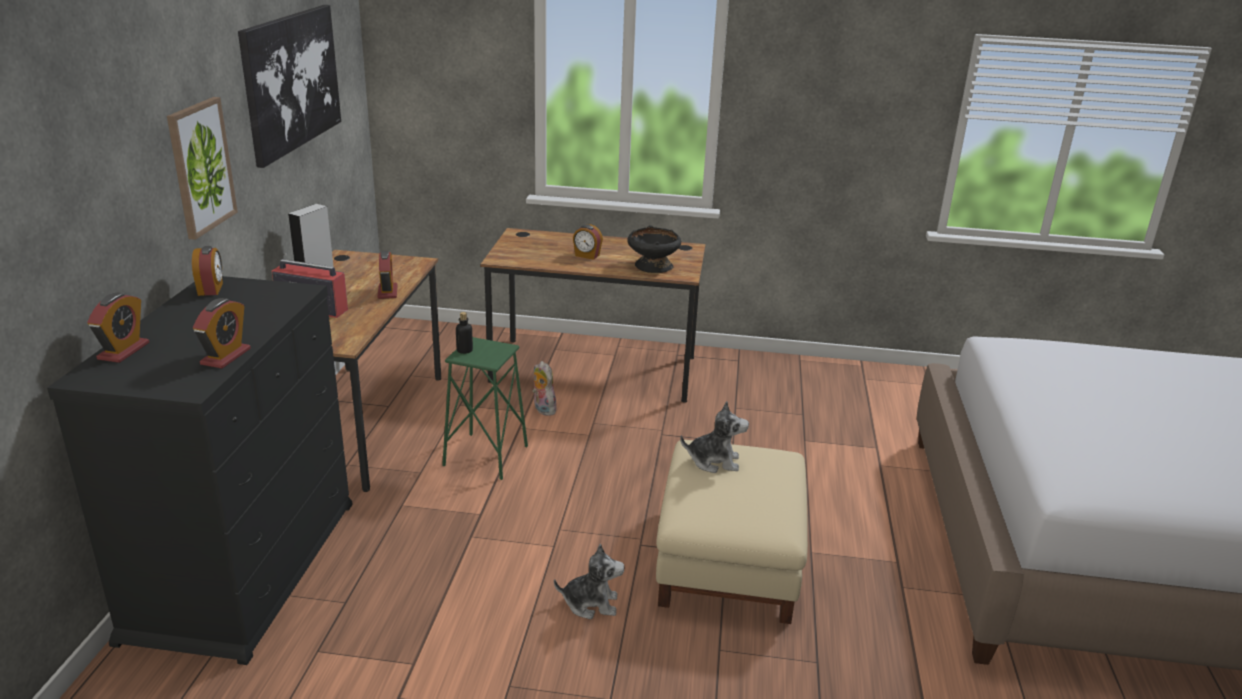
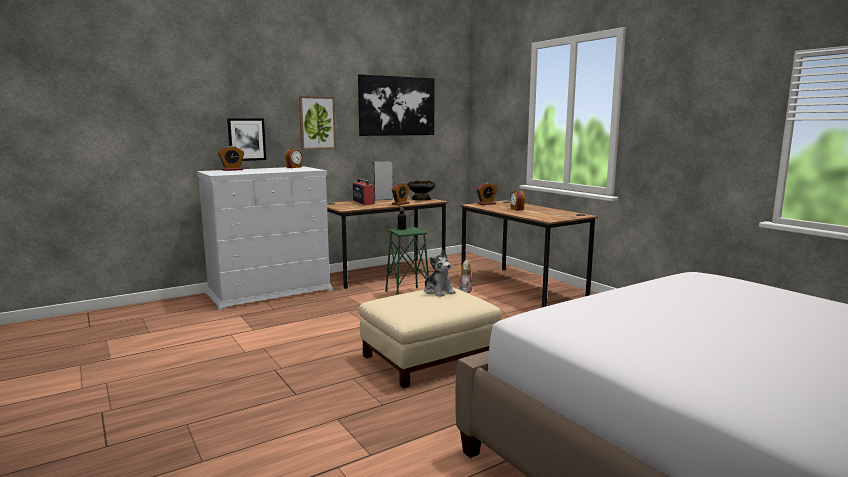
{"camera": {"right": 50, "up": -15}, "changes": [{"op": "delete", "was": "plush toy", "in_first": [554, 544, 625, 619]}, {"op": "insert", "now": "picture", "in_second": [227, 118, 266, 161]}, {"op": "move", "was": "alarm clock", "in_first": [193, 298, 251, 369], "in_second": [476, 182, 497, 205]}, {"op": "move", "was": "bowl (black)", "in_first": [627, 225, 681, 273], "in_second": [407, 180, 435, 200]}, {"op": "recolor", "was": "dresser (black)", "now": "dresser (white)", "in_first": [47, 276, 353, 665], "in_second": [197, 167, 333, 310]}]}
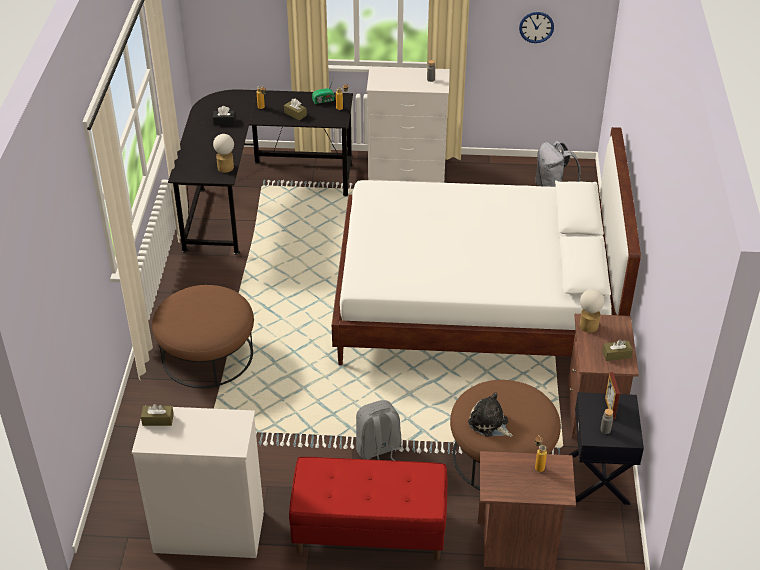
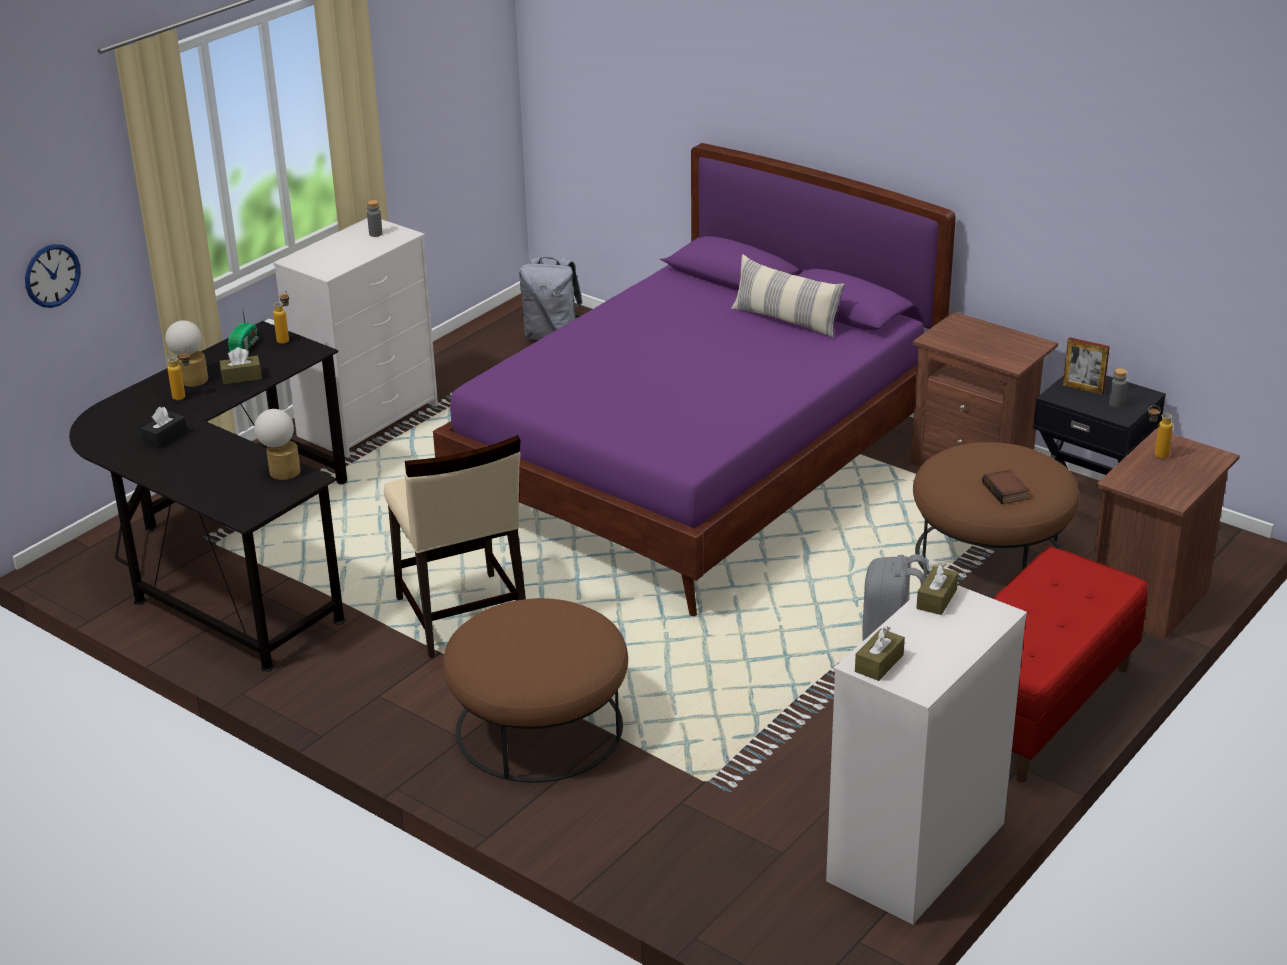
{"camera": {"right": -55, "up": -10}, "changes": [{"op": "insert", "now": "chair (beige)", "in_second": [384, 435, 526, 658]}, {"op": "insert", "now": "pillow", "in_second": [731, 254, 845, 338]}, {"op": "move", "was": "wall clock", "in_first": [519, 12, 554, 43], "in_second": [25, 244, 81, 308]}, {"op": "move", "was": "table lamp", "in_first": [579, 289, 604, 333], "in_second": [165, 320, 208, 387]}, {"op": "move", "was": "tissue box (brown)", "in_first": [602, 340, 633, 361], "in_second": [916, 563, 958, 615]}, {"op": "replace", "was": "plush toy", "now": "book", "in_first": [468, 392, 513, 437], "in_second": [982, 470, 1030, 504]}, {"op": "recolor", "was": "bed (white)", "now": "bed (purple)", "in_first": [332, 127, 641, 365], "in_second": [433, 143, 956, 616]}]}
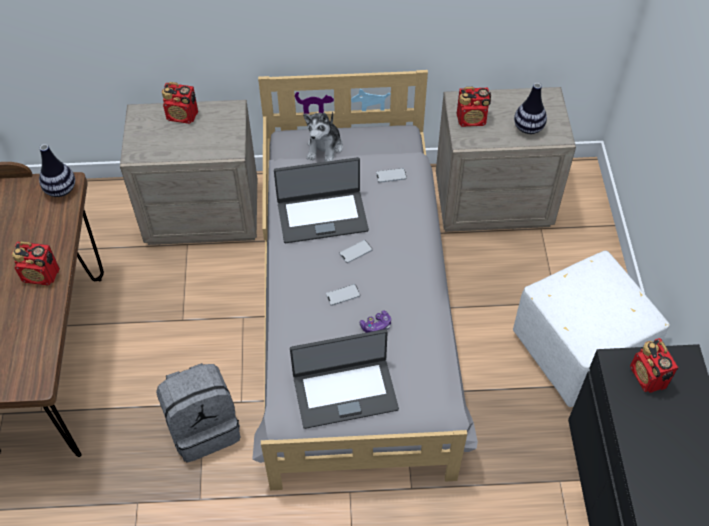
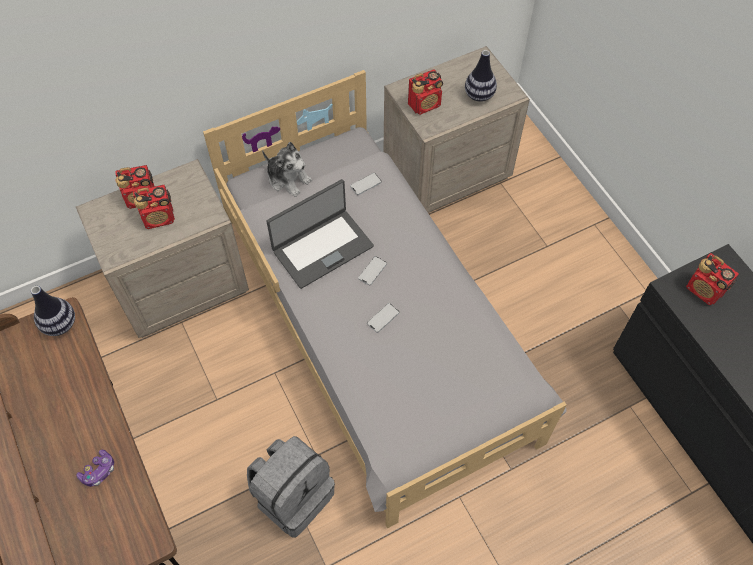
{"camera": {"right": -25, "up": 5}, "changes": [{"op": "delete", "was": "laptop", "in_first": [290, 329, 399, 429]}, {"op": "delete", "was": "ottoman (white)", "in_first": [513, 250, 670, 407]}, {"op": "move", "was": "radio", "in_first": [12, 241, 60, 286], "in_second": [133, 185, 175, 229]}, {"op": "move", "was": "game controller", "in_first": [360, 311, 391, 333], "in_second": [76, 450, 114, 487]}, {"op": "rotate", "was": "plush toy", "in_first": [303, 111, 343, 162], "in_second": [262, 142, 312, 197], "clockwise": -45}]}
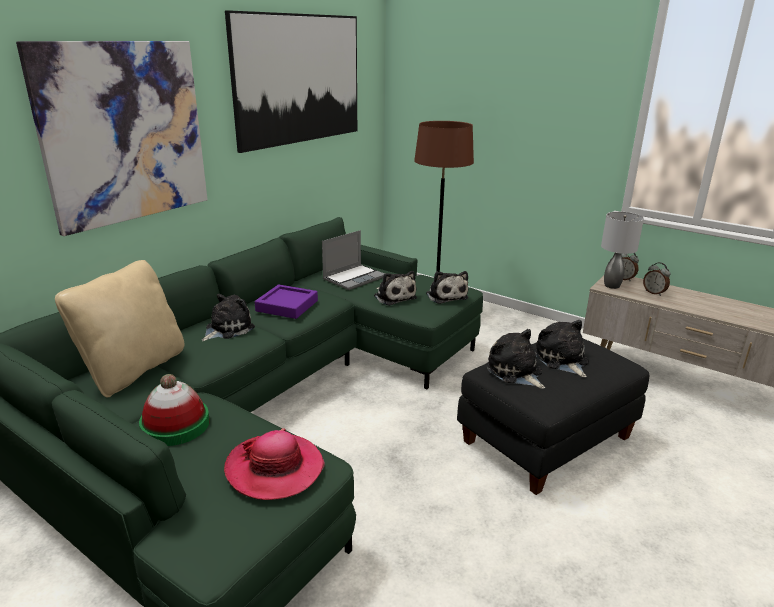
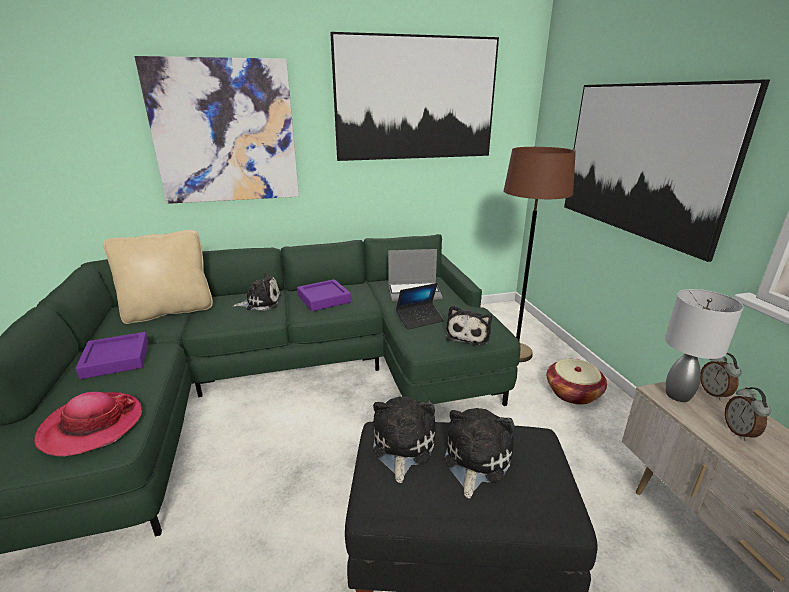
{"camera": {"right": 40, "up": 0}, "changes": [{"op": "insert", "now": "basket", "in_second": [547, 359, 607, 405]}, {"op": "insert", "now": "picture", "in_second": [564, 79, 770, 262]}, {"op": "replace", "was": "hat", "now": "tray (purple)", "in_first": [139, 374, 210, 446], "in_second": [75, 332, 148, 379]}, {"op": "replace", "was": "plush toy", "now": "laptop", "in_first": [374, 271, 417, 306], "in_second": [396, 283, 444, 330]}]}
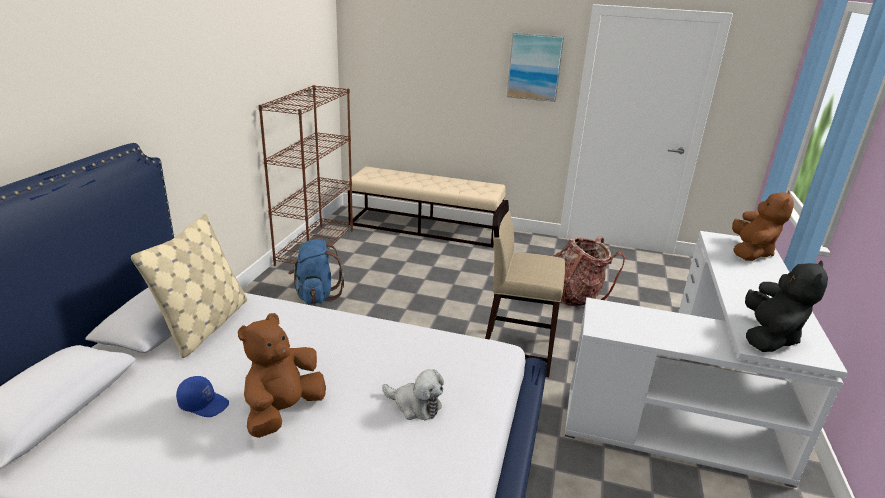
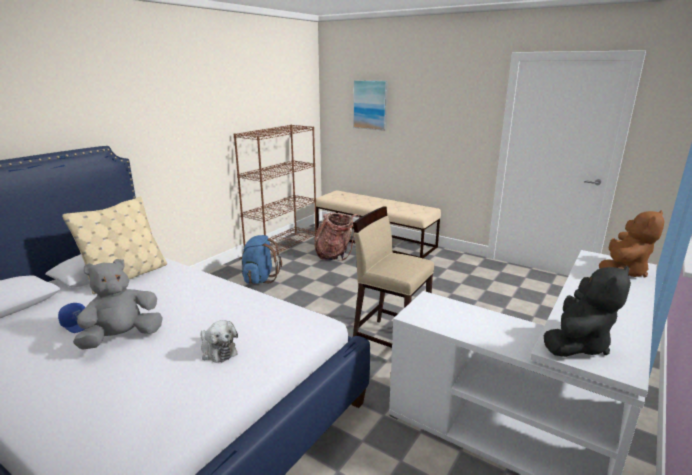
{"camera": {"right": 20, "up": -5}, "changes": [{"op": "move", "was": "picture", "in_first": [507, 32, 564, 102], "in_second": [353, 80, 388, 131]}, {"op": "move", "was": "backpack", "in_first": [554, 236, 625, 307], "in_second": [314, 213, 360, 261]}, {"op": "recolor", "was": "plush toy (brown)", "now": "plush toy (grey)", "in_first": [238, 313, 326, 438], "in_second": [73, 259, 163, 350]}]}
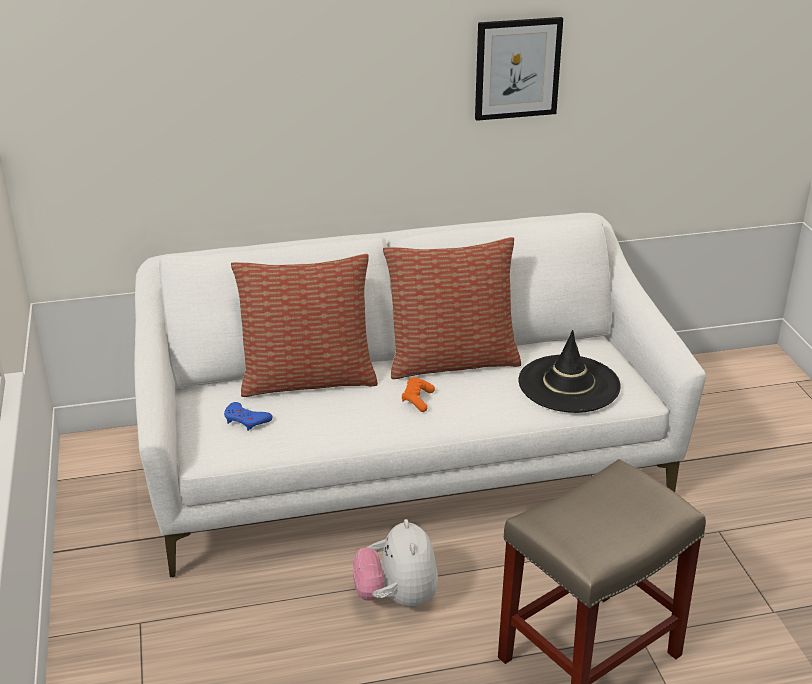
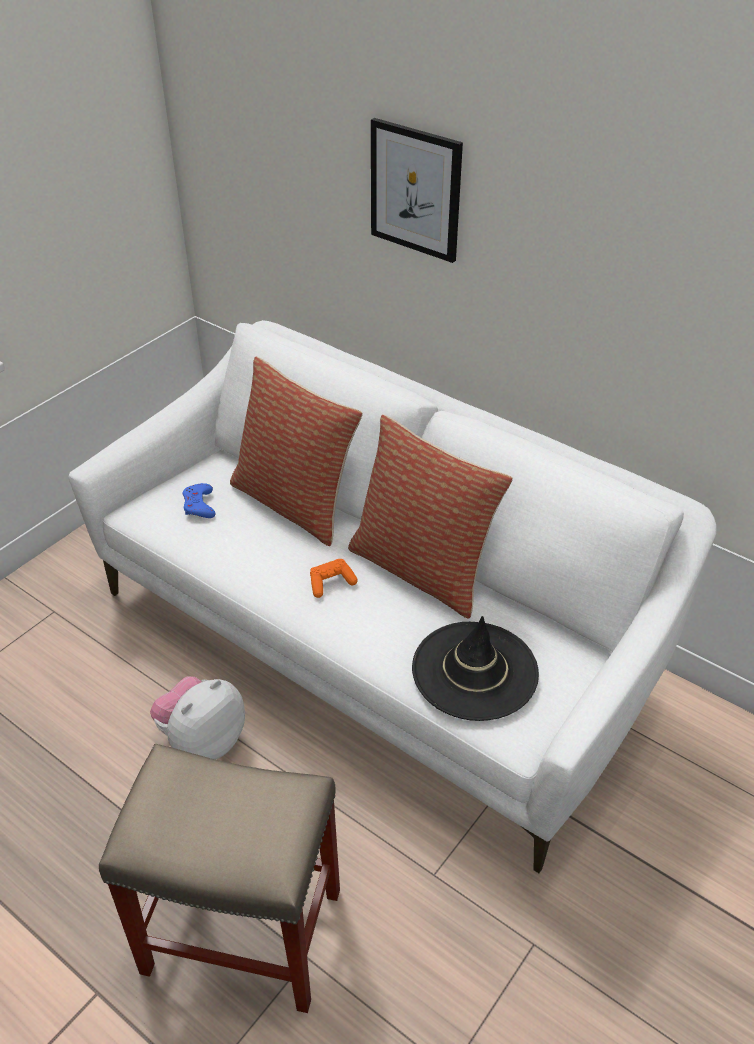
{"camera": {"right": 50, "up": 10}, "changes": [{"op": "move", "was": "picture", "in_first": [475, 17, 563, 121], "in_second": [371, 118, 463, 263]}]}
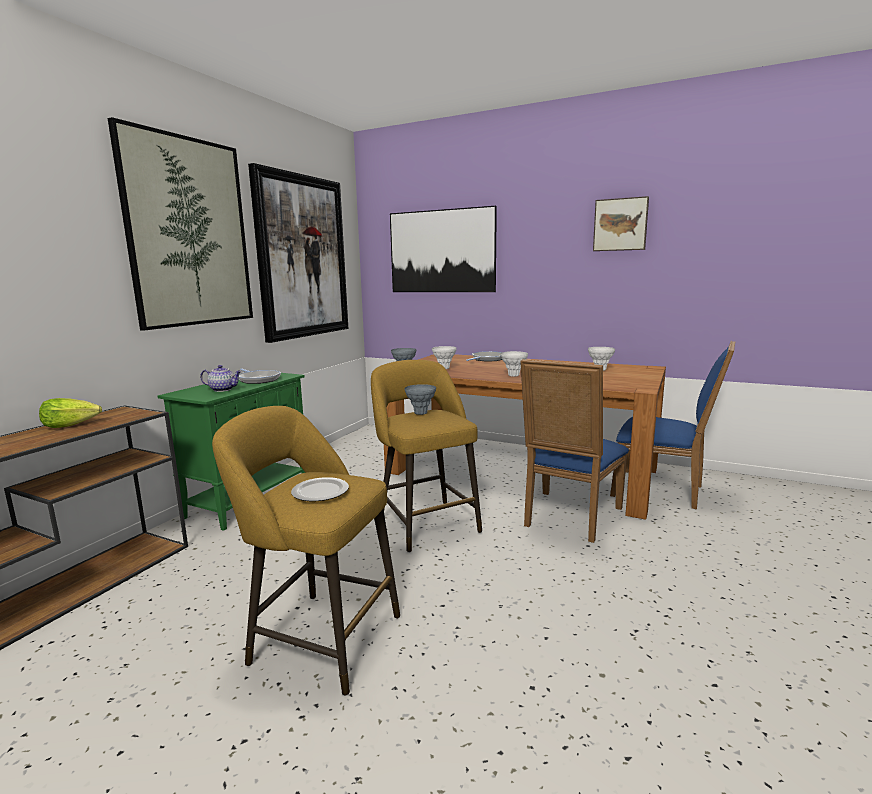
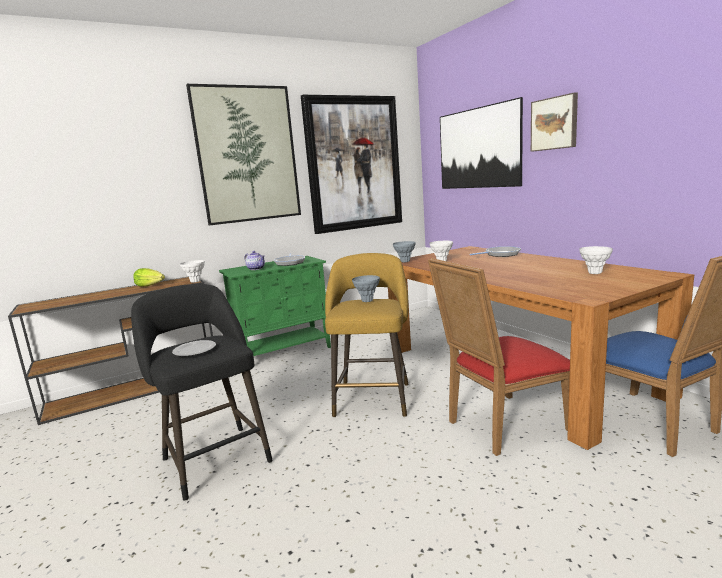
{"camera": {"right": 35, "up": 0}, "changes": [{"op": "move", "was": "vase (white)", "in_first": [501, 351, 528, 377], "in_second": [180, 260, 205, 283]}, {"op": "move", "was": "picture", "in_first": [593, 196, 649, 251], "in_second": [531, 93, 578, 152]}, {"op": "recolor", "was": "stool (yellow)", "now": "stool (black)", "in_first": [212, 406, 400, 696], "in_second": [131, 284, 273, 501]}, {"op": "recolor", "was": "chair (blue)", "now": "chair (red)", "in_first": [520, 359, 629, 543], "in_second": [428, 258, 570, 456]}]}
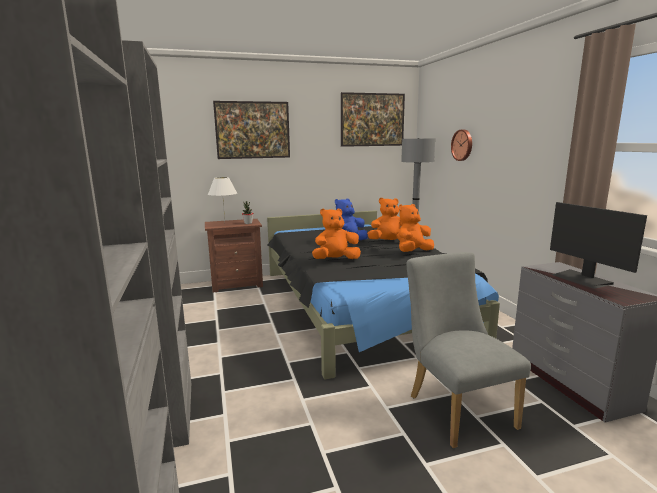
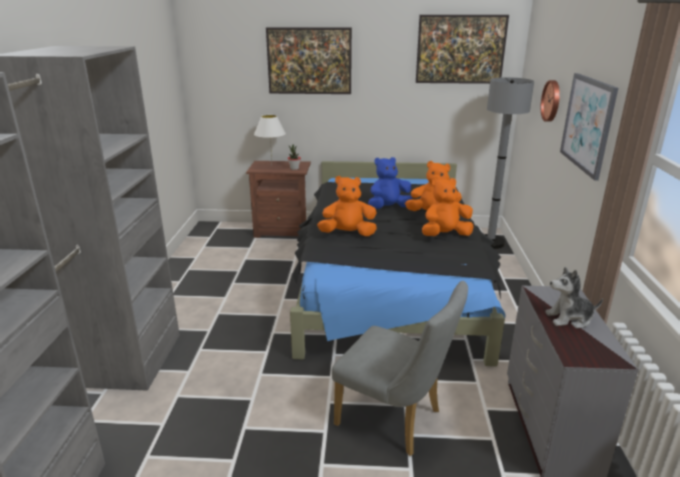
{"camera": {"right": 20, "up": 10}, "changes": [{"op": "insert", "now": "picture", "in_second": [560, 73, 618, 181]}, {"op": "replace", "was": "monitor", "now": "plush toy", "in_first": [550, 202, 647, 289], "in_second": [545, 267, 603, 329]}, {"op": "rotate", "was": "chair (grey)", "in_first": [406, 252, 531, 448], "in_second": [332, 281, 468, 456], "clockwise": 120}]}
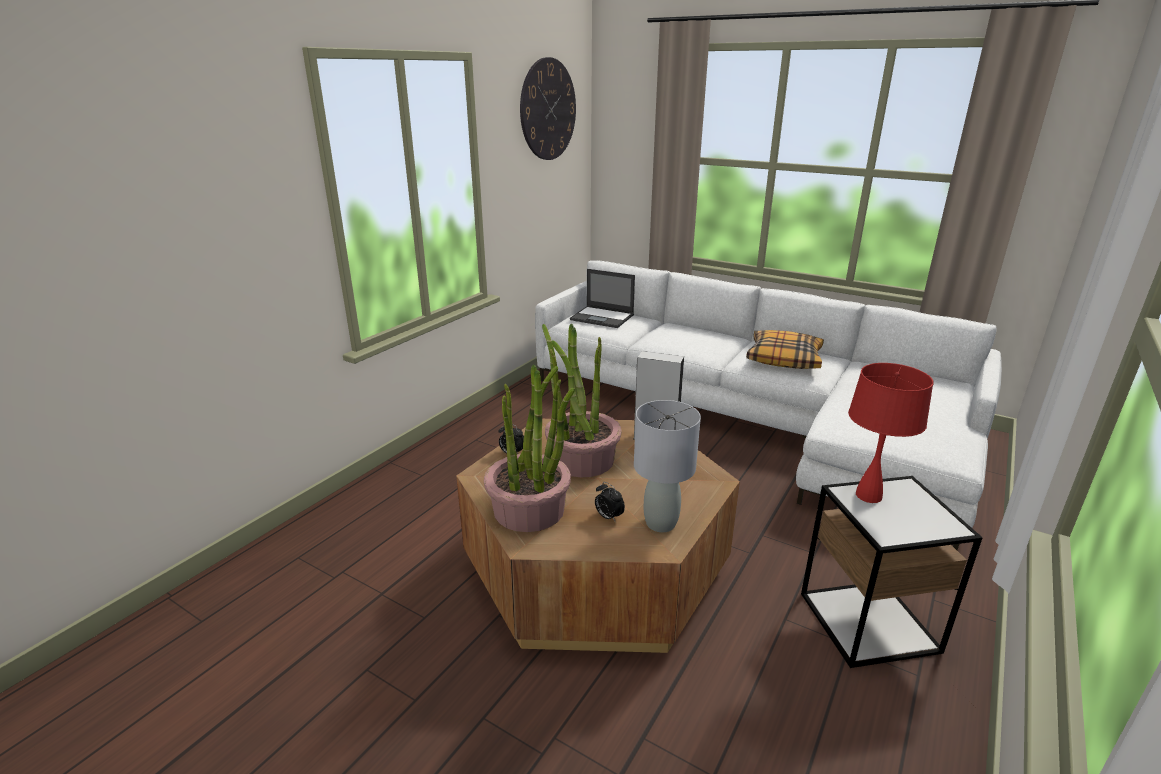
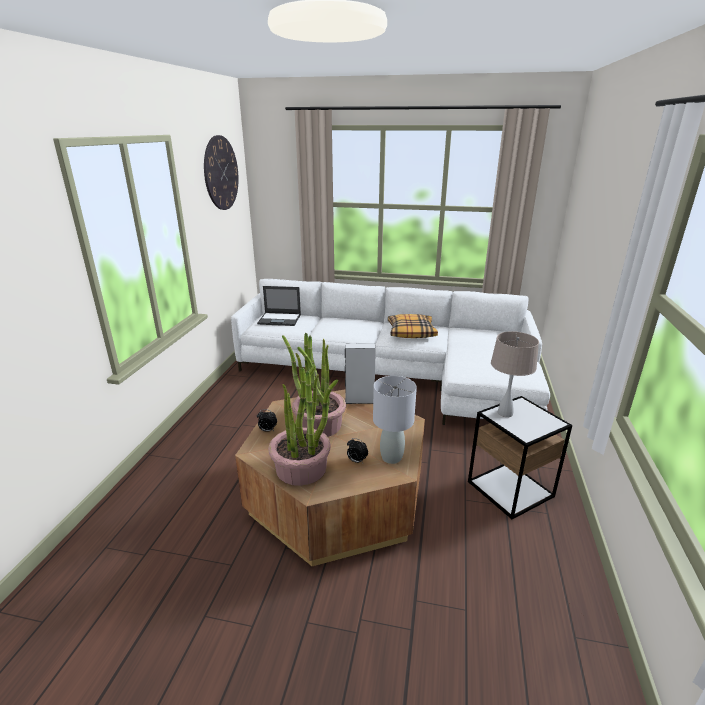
{"camera": {"right": -20, "up": 0}, "changes": [{"op": "recolor", "was": "table lamp (red)", "now": "table lamp (beige)", "in_first": [848, 363, 934, 503], "in_second": [491, 331, 539, 417]}]}
